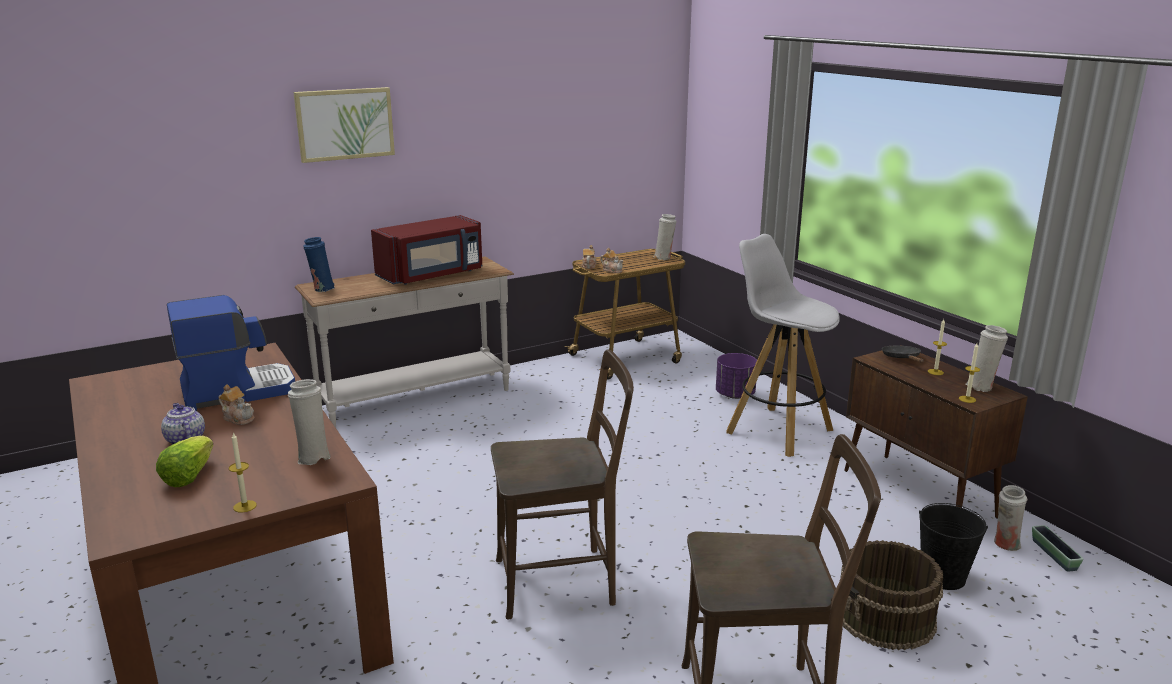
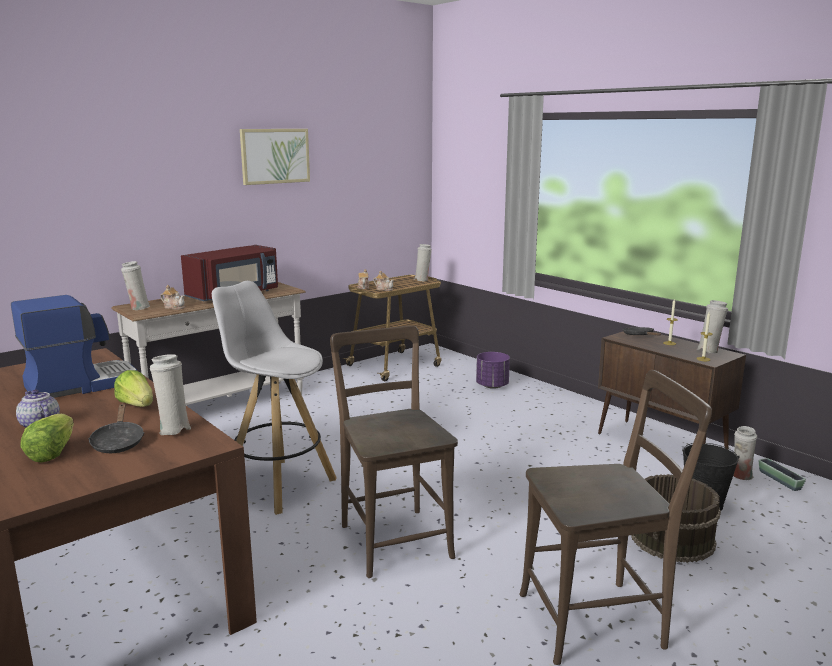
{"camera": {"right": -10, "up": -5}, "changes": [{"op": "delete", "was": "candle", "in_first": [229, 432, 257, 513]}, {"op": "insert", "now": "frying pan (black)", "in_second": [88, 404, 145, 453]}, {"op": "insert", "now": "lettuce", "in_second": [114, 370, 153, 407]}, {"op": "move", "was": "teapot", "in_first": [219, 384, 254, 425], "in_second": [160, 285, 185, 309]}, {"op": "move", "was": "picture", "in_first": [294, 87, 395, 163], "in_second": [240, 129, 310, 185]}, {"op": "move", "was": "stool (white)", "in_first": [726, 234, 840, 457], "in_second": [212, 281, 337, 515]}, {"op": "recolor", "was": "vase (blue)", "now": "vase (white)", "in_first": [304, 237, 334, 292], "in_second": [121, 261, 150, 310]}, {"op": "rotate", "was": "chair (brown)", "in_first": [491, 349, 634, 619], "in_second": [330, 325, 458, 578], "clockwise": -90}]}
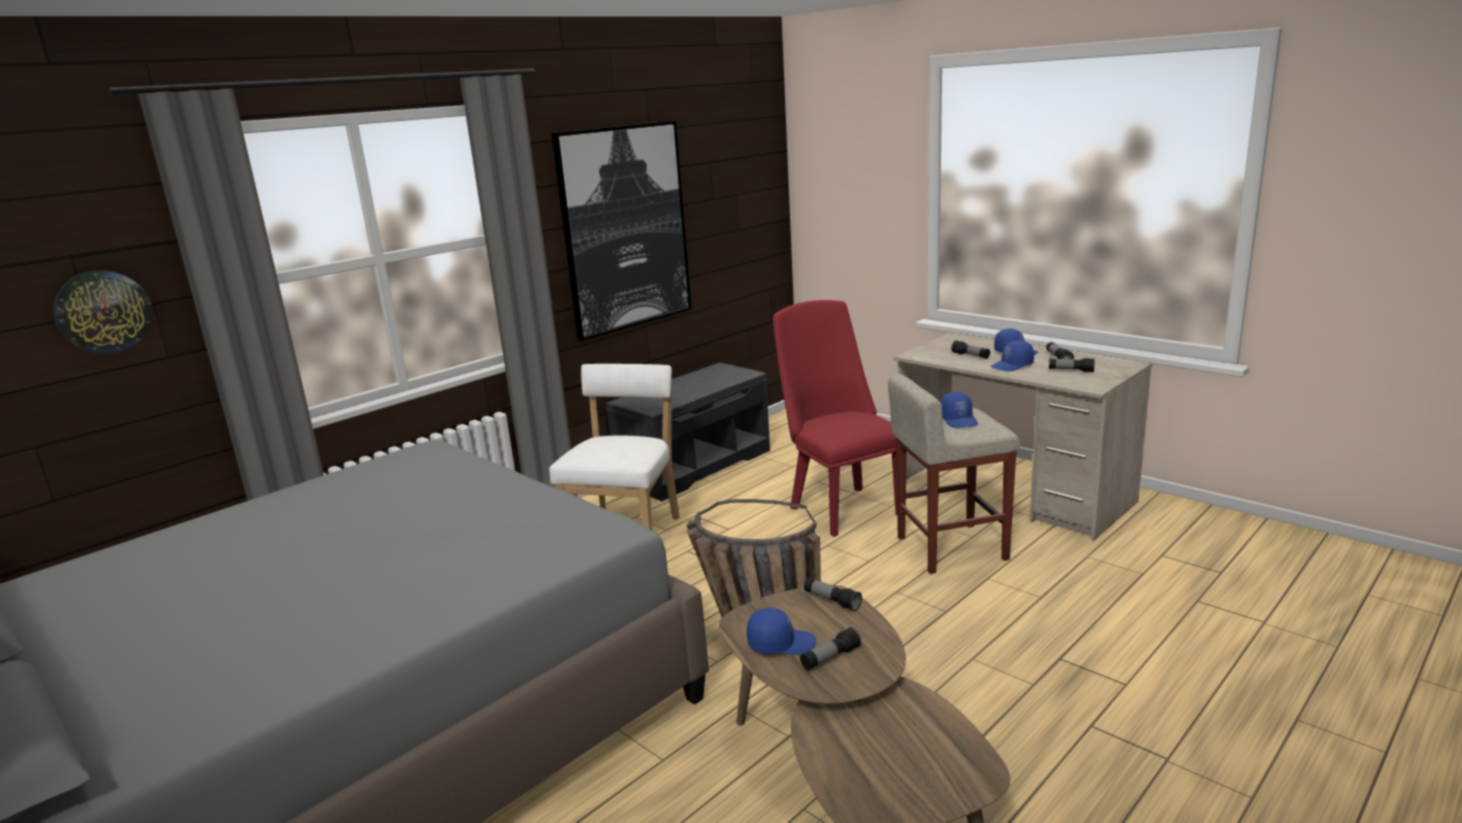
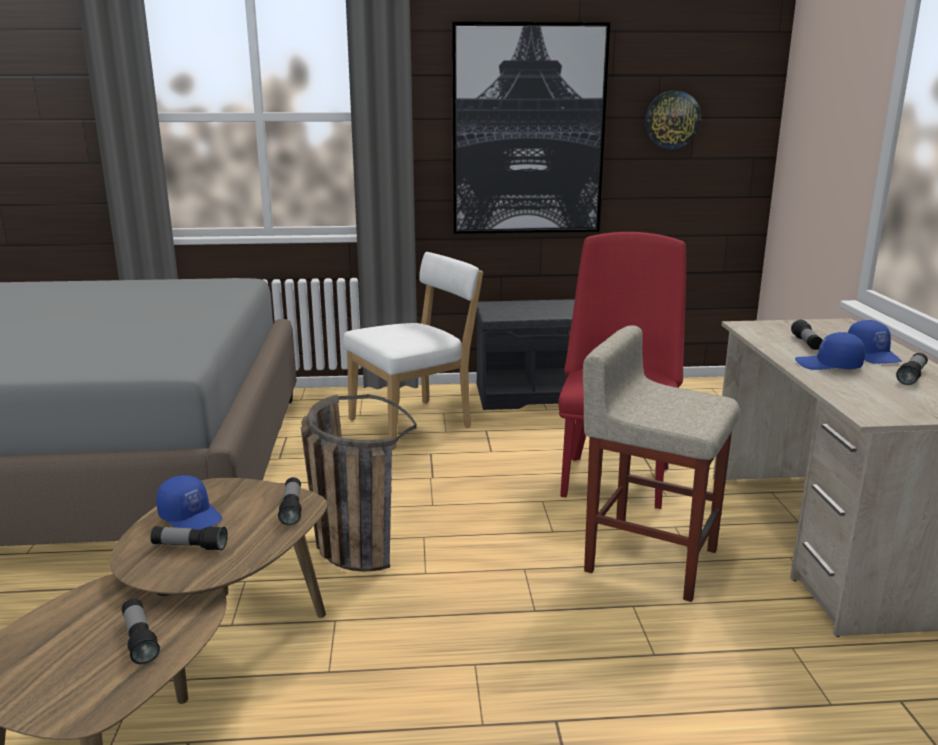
{"camera": {"right": 40, "up": 0}, "changes": [{"op": "delete", "was": "cap (blue)", "in_first": [940, 392, 978, 428]}, {"op": "move", "was": "wall clock", "in_first": [53, 270, 153, 354], "in_second": [645, 91, 701, 150]}, {"op": "move", "was": "flashlight", "in_first": [1049, 358, 1095, 372], "in_second": [122, 599, 160, 665]}]}
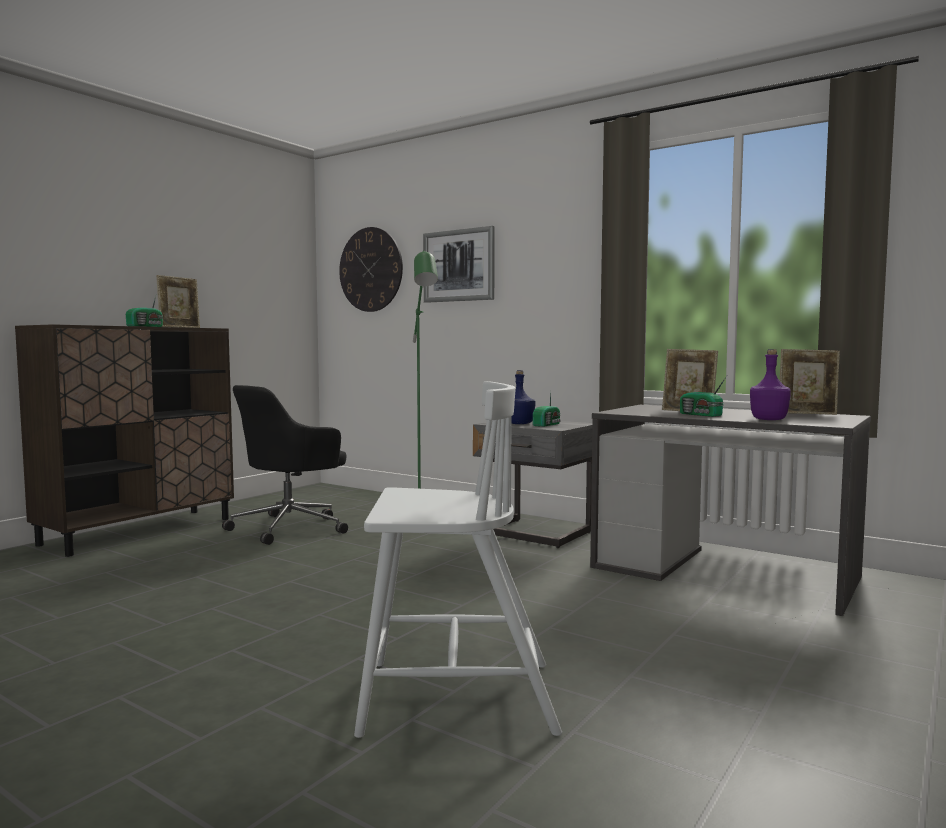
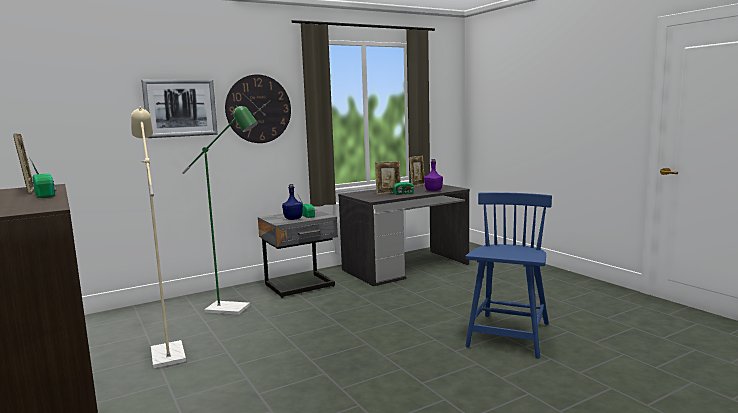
{"camera": {"right": -65, "up": 5}, "changes": [{"op": "move", "was": "wall clock", "in_first": [339, 227, 403, 312], "in_second": [225, 74, 291, 143]}, {"op": "replace", "was": "office chair (black)", "now": "floor lamp (beige)", "in_first": [222, 385, 348, 545], "in_second": [131, 107, 186, 369]}, {"op": "recolor", "was": "chair (white)", "now": "chair (blue)", "in_first": [354, 381, 562, 738], "in_second": [465, 192, 552, 359]}]}
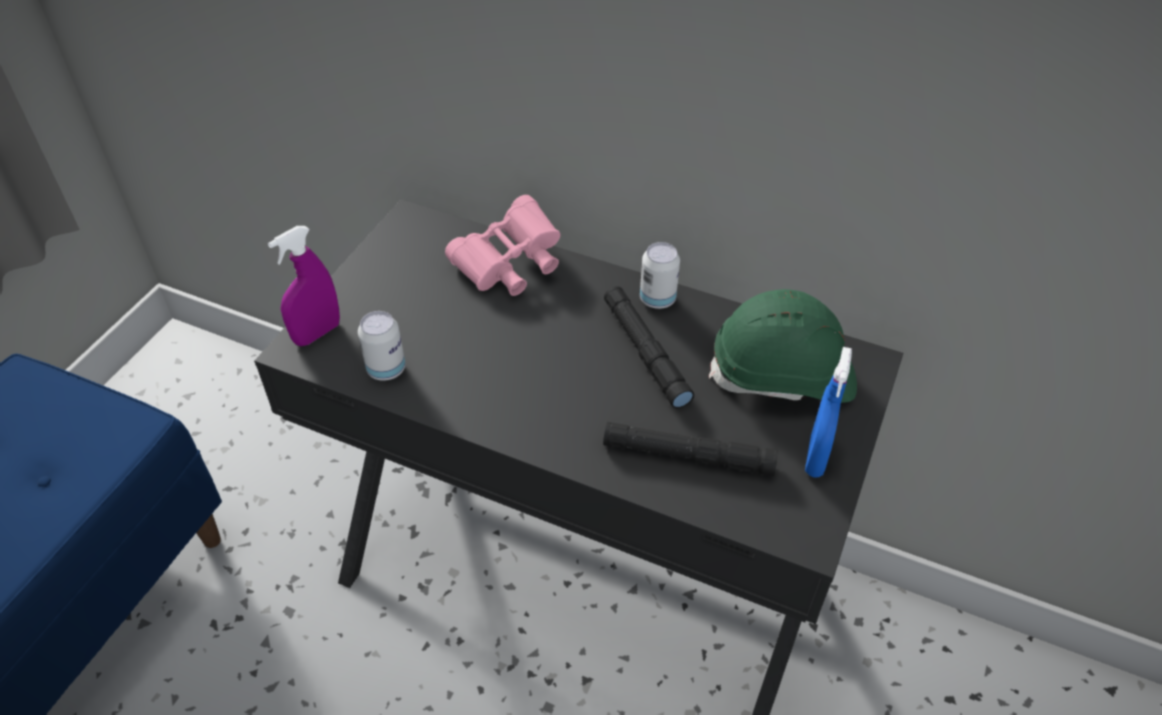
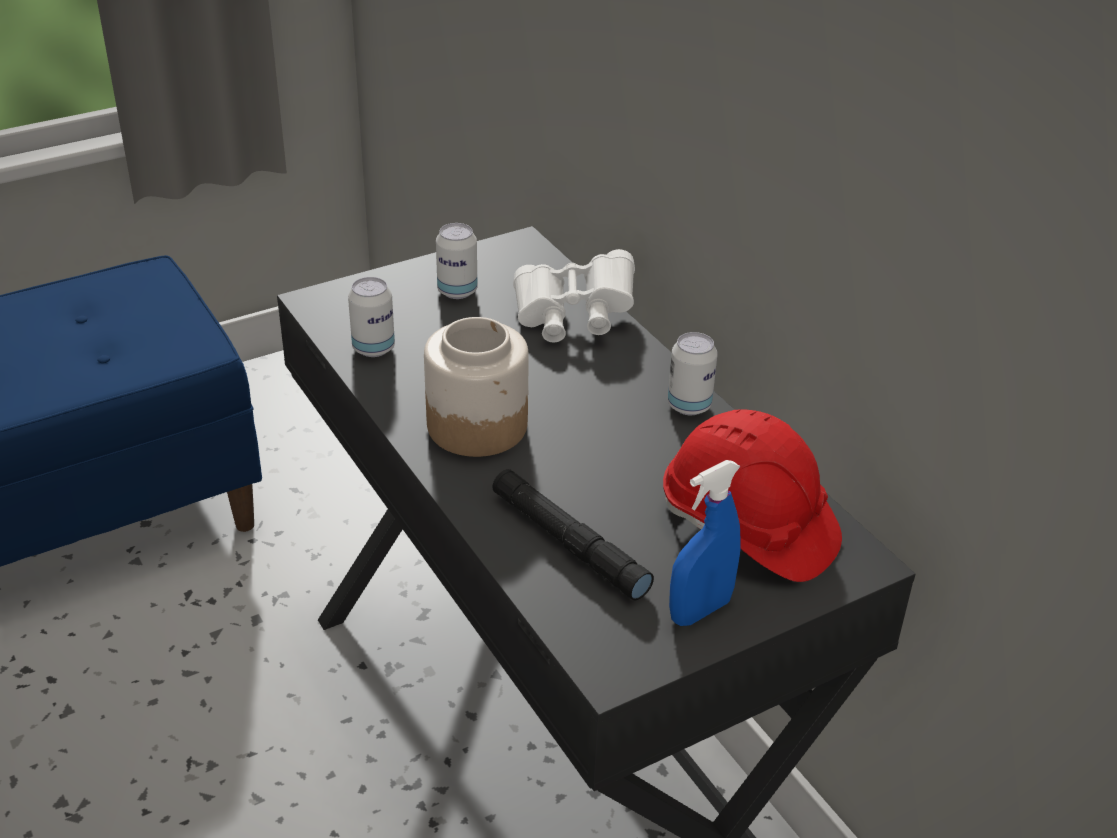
{"camera": {"right": 35, "up": -10}, "changes": [{"op": "delete", "was": "spray bottle (purple)", "in_first": [268, 226, 340, 346]}, {"op": "delete", "was": "flashlight (black)", "in_first": [604, 286, 694, 409]}, {"op": "insert", "now": "jar", "in_second": [424, 317, 529, 457]}, {"op": "insert", "now": "can", "in_second": [436, 223, 477, 299]}, {"op": "recolor", "was": "binoculars (pink)", "now": "binoculars (white)", "in_first": [445, 195, 560, 296], "in_second": [513, 249, 635, 343]}, {"op": "recolor", "was": "hard hat (green)", "now": "hard hat (red)", "in_first": [709, 289, 857, 403], "in_second": [663, 409, 842, 582]}]}
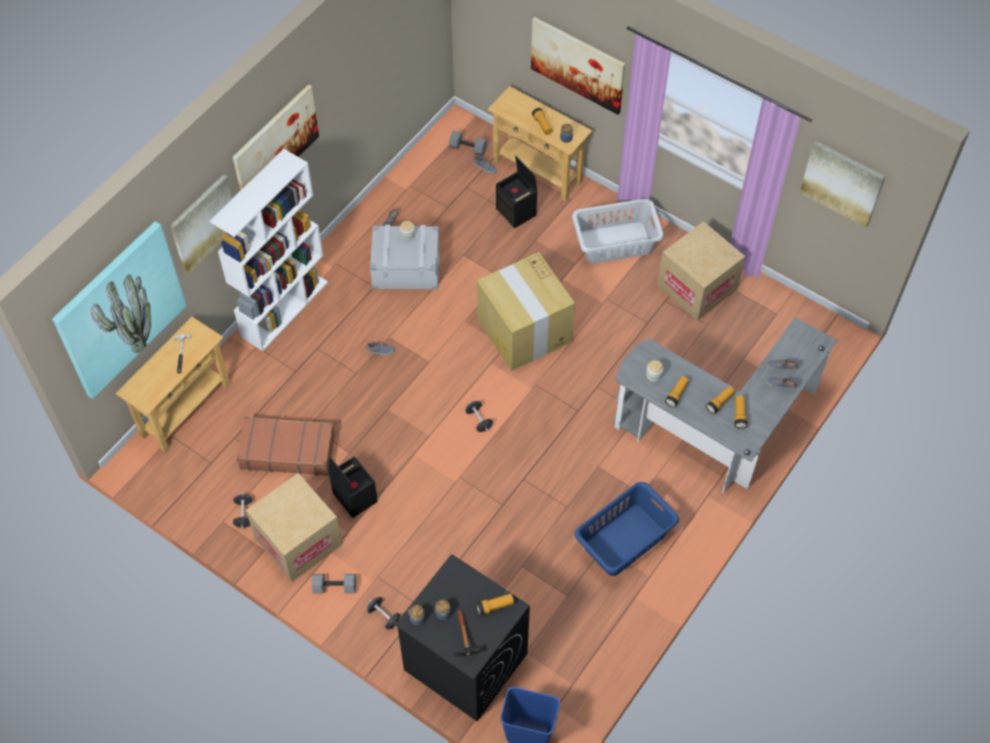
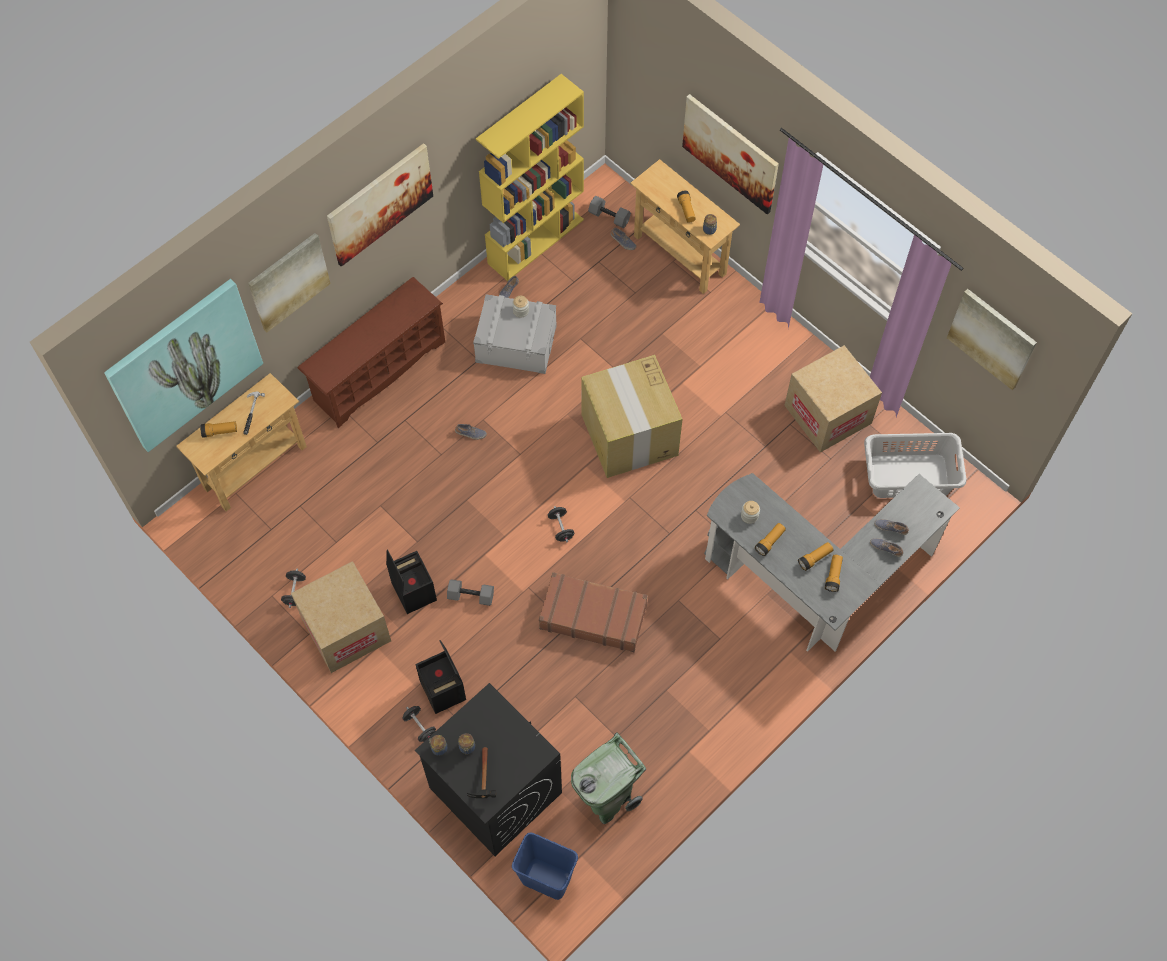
{"camera": {"right": 10, "up": 5}, "changes": [{"op": "delete", "was": "laundry basket (blue)", "in_first": [575, 482, 679, 576]}, {"op": "insert", "now": "bookcase (yellow)", "in_second": [476, 74, 584, 281]}, {"op": "insert", "now": "trash can (green)", "in_second": [571, 732, 646, 824]}, {"op": "move", "was": "suitcase (brown)", "in_first": [236, 416, 335, 476], "in_second": [539, 572, 648, 652]}, {"op": "move", "was": "dumbbell (grey)", "in_first": [312, 574, 356, 593], "in_second": [447, 579, 494, 606]}, {"op": "move", "was": "flashlight", "in_first": [476, 594, 514, 616], "in_second": [200, 421, 237, 438]}, {"op": "move", "was": "storage box (black)", "in_first": [496, 155, 537, 228], "in_second": [415, 640, 466, 714]}, {"op": "move", "was": "laundry basket (grey)", "in_first": [572, 199, 664, 263], "in_second": [864, 433, 966, 498]}, {"op": "replace", "was": "bookcase (white)", "now": "shoe rack (brown)", "in_first": [210, 149, 328, 351], "in_second": [298, 277, 445, 428]}]}
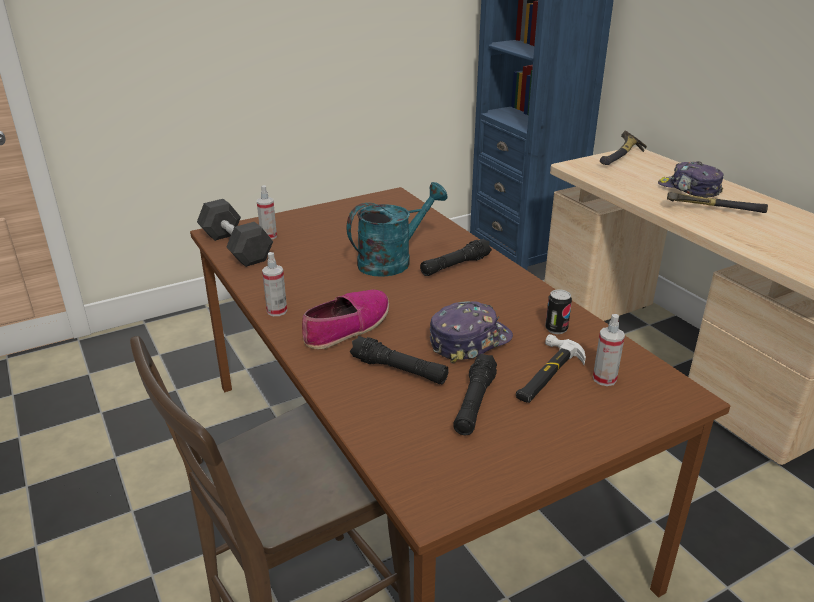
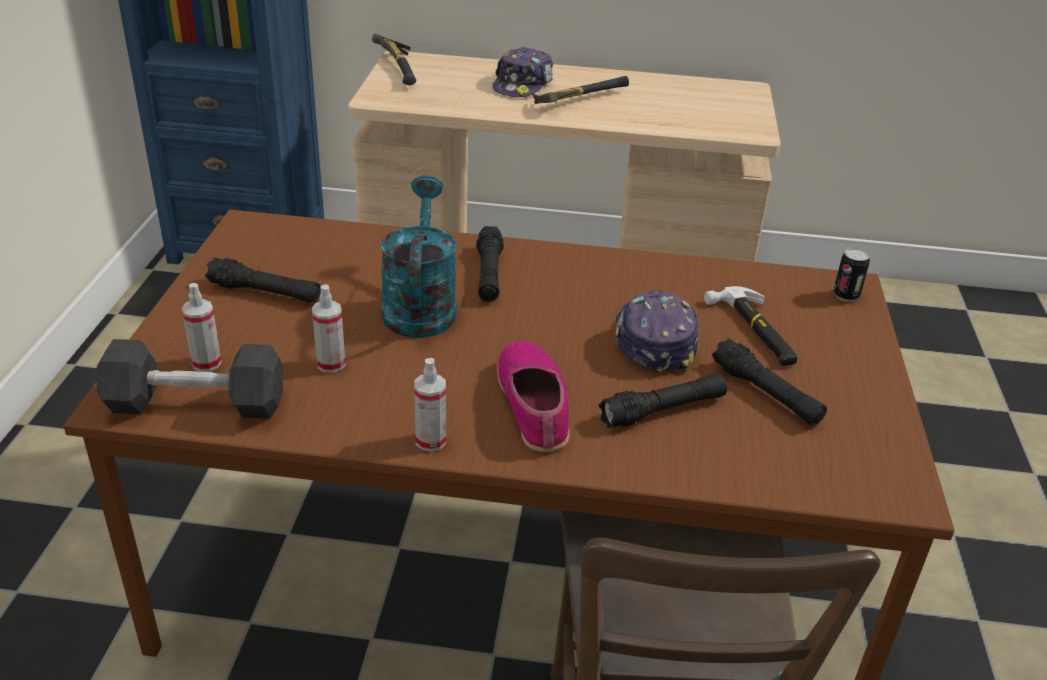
{"camera": {"right": -55, "up": 5}, "changes": [{"op": "insert", "now": "flashlight (black)", "in_second": [205, 257, 321, 303]}, {"op": "move", "was": "can", "in_first": [545, 289, 572, 334], "in_second": [833, 248, 870, 302]}, {"op": "move", "was": "spray bottle", "in_first": [593, 314, 625, 386], "in_second": [312, 284, 346, 373]}, {"op": "rotate", "was": "cap", "in_first": [658, 161, 723, 197], "in_second": [492, 46, 553, 97], "clockwise": -60}]}
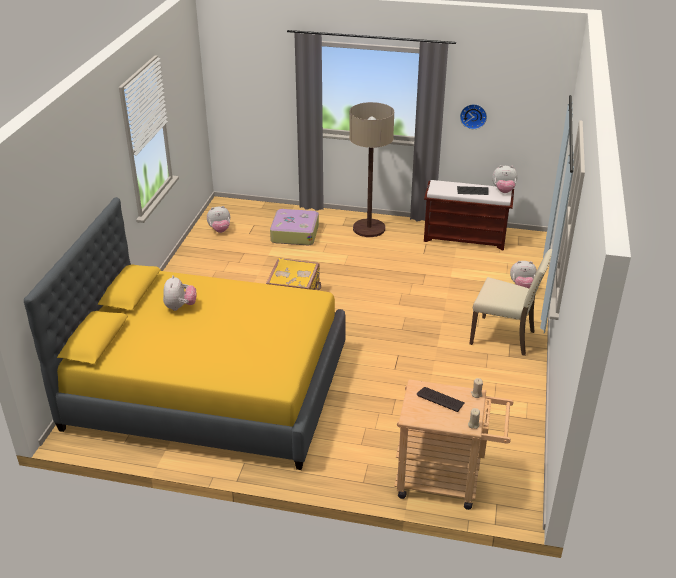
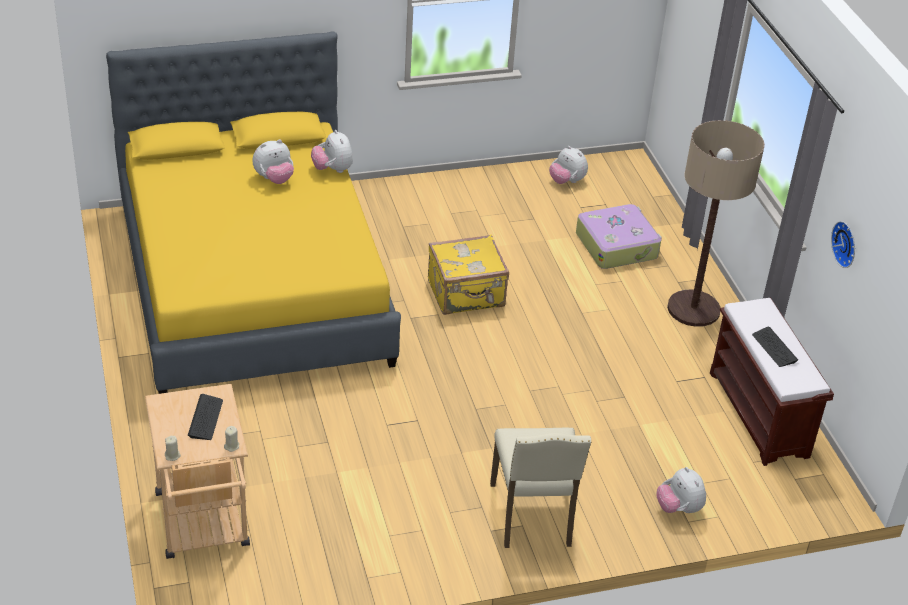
{"camera": {"right": 60, "up": 5}, "changes": [{"op": "move", "was": "plush toy", "in_first": [492, 165, 518, 193], "in_second": [311, 130, 353, 173]}]}
